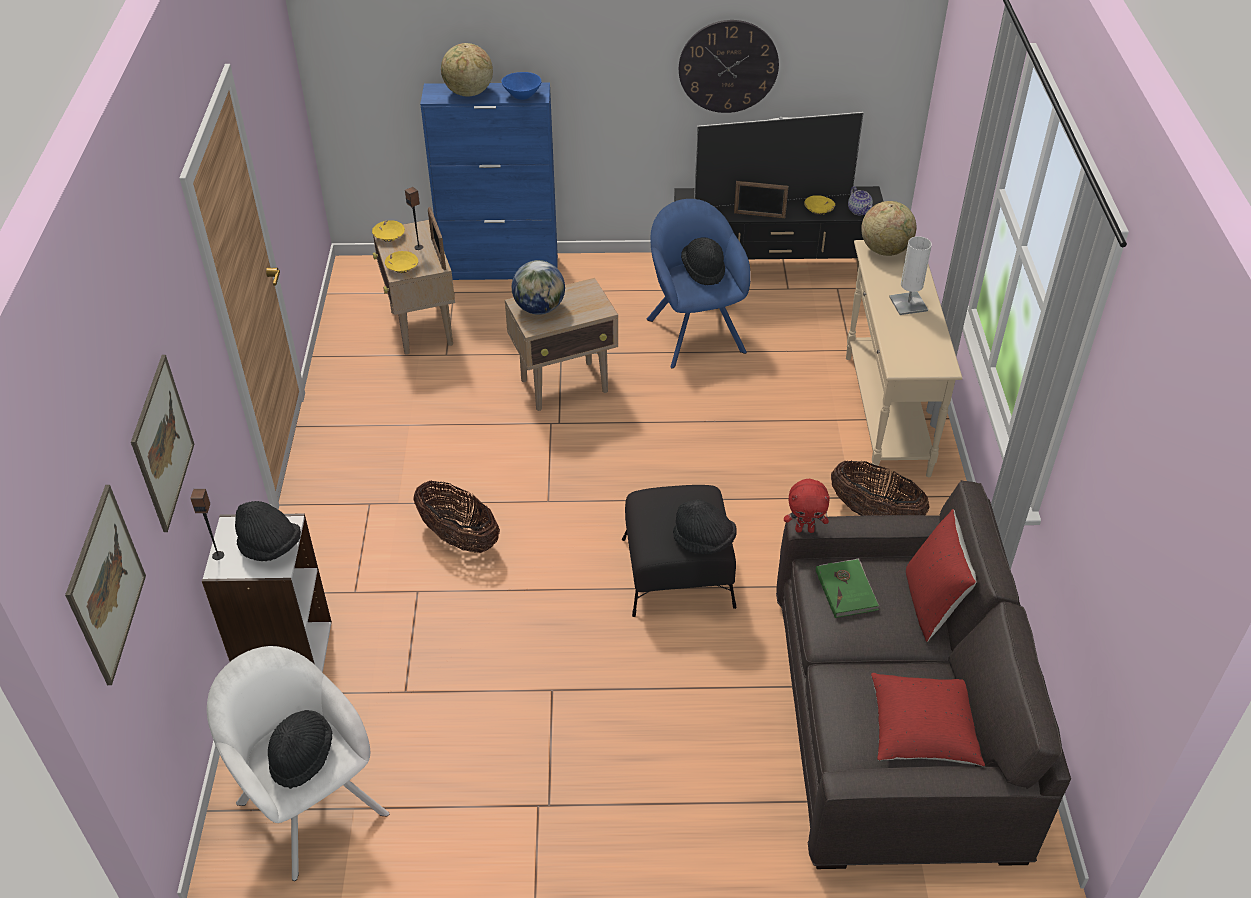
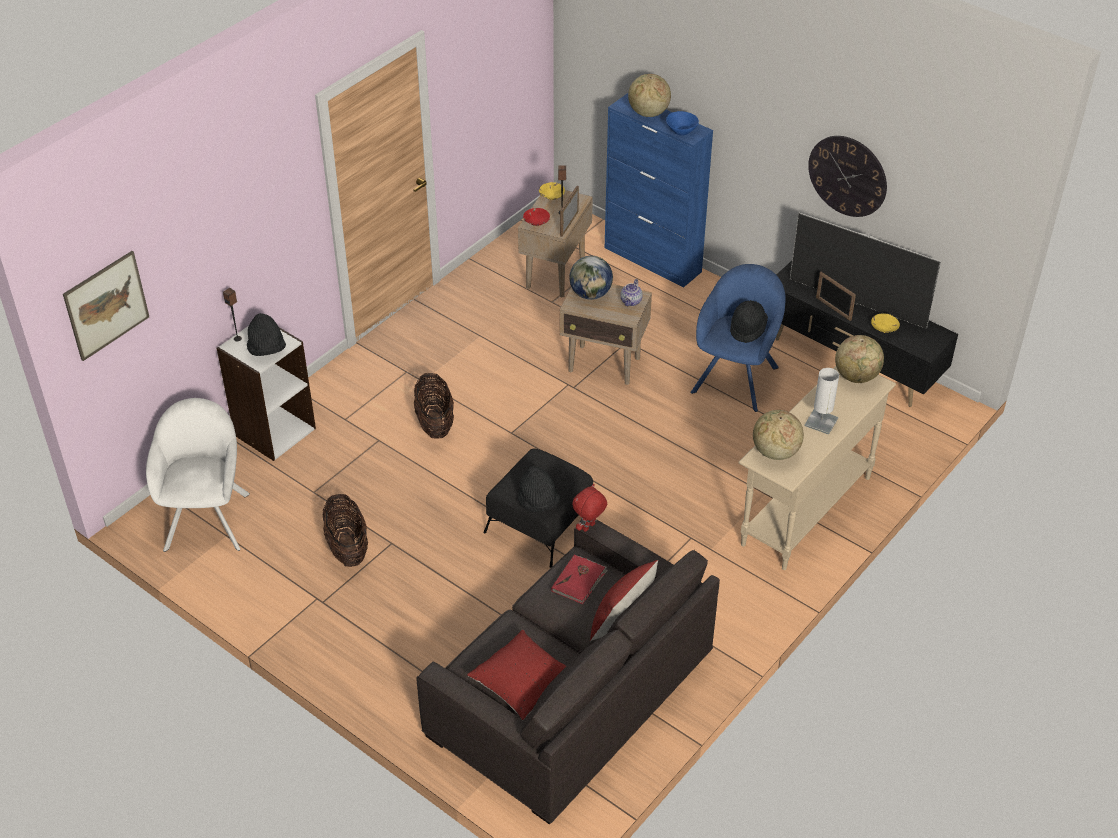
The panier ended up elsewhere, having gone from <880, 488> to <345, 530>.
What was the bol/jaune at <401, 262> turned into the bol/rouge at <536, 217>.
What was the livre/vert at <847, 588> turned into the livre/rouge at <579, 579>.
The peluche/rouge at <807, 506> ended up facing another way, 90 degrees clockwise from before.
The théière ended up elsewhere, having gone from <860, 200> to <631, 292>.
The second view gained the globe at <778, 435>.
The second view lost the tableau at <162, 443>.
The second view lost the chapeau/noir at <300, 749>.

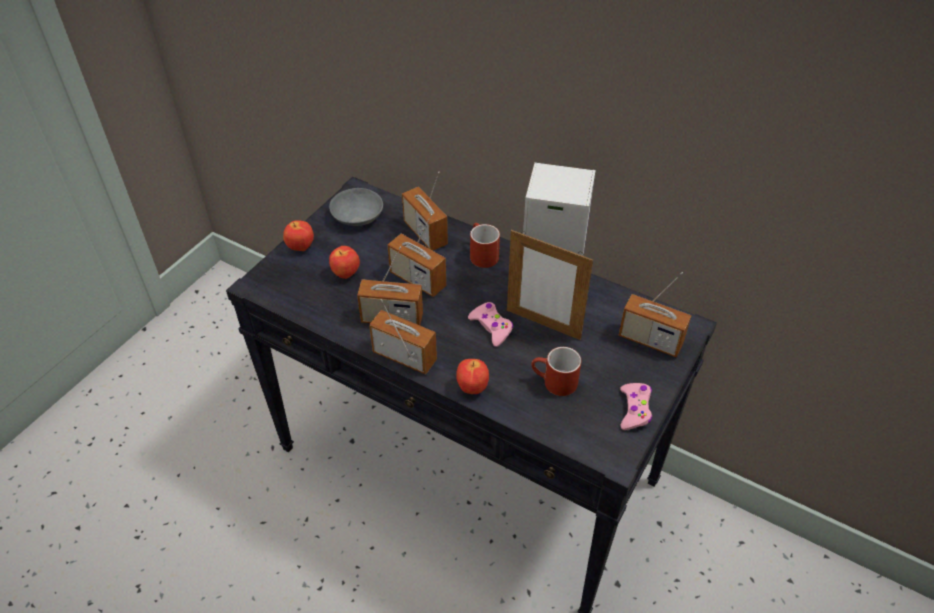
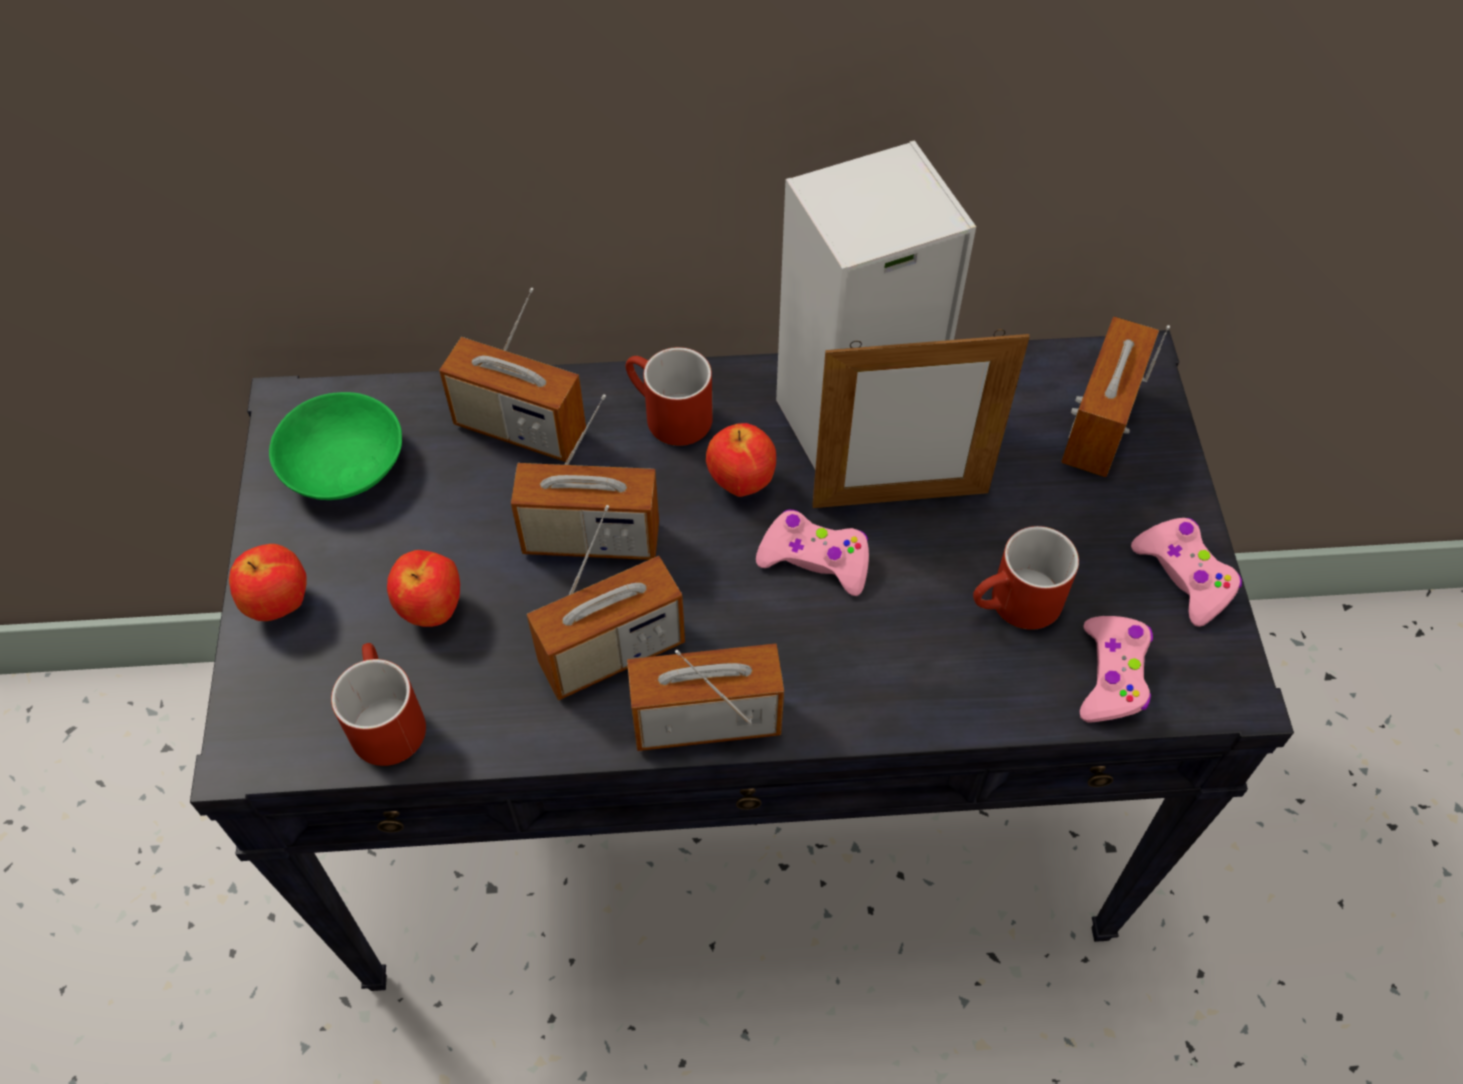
What was the bol/gris at <356, 207> turned into the bol/vert at <335, 446>.
The second view gained the mug/rouge at <378, 704>.
The pomme ended up elsewhere, having gone from <472, 376> to <741, 460>.
The radio at <655, 315> ended up facing another way, 120 degrees clockwise from before.
The second view gained the manette/rose at <1116, 669>.

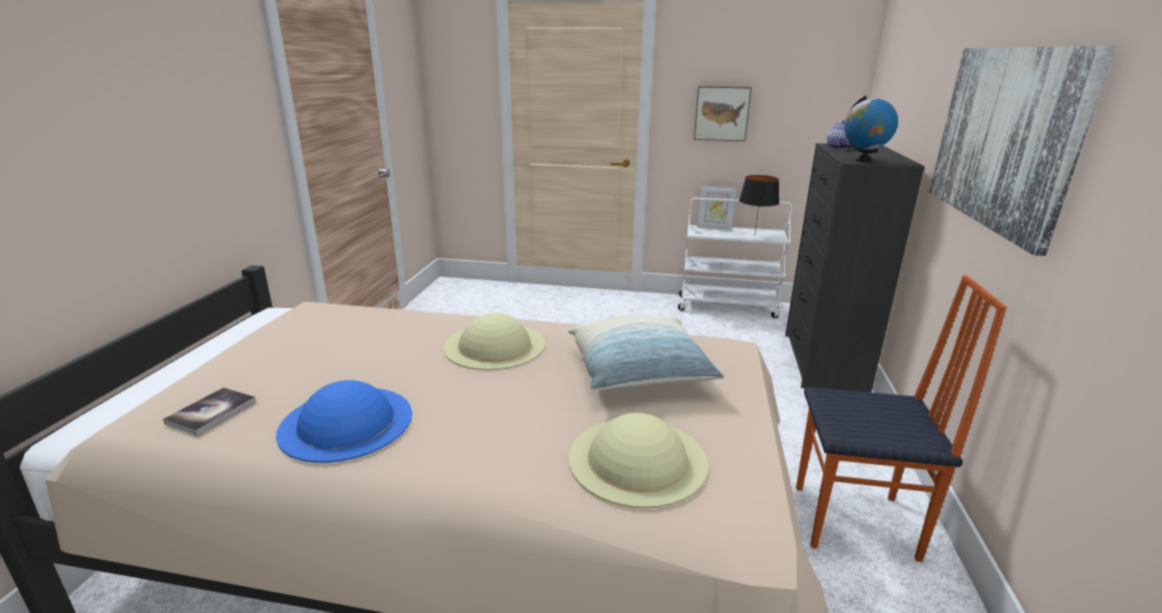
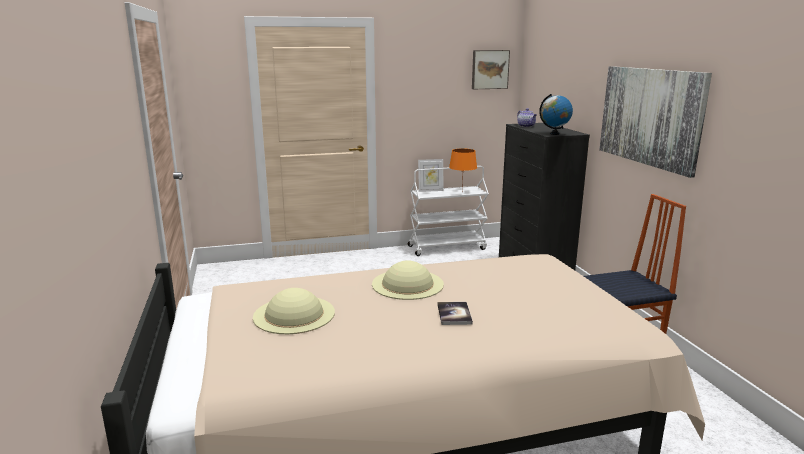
The chapeau/beige ended up elsewhere, having gone from <638, 460> to <294, 311>.
The livre ended up elsewhere, having gone from <209, 411> to <455, 313>.
What was the lampe de table/noir at <759, 203> turned into the lampe de table/orange at <463, 170>.
The tableau ended up elsewhere, having gone from <723, 113> to <491, 69>.
The second view lost the chapeau/bleu at <344, 421>.
The second view lost the coussin at <646, 352>.

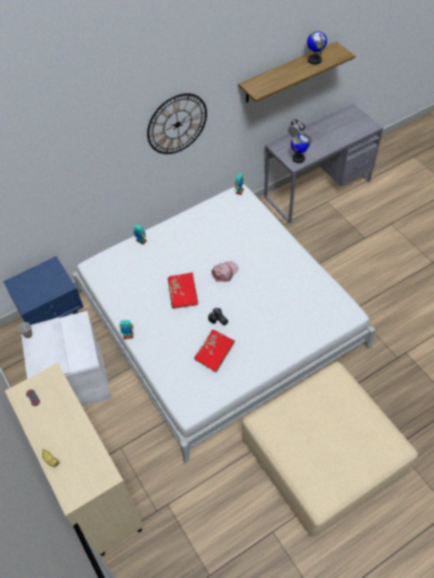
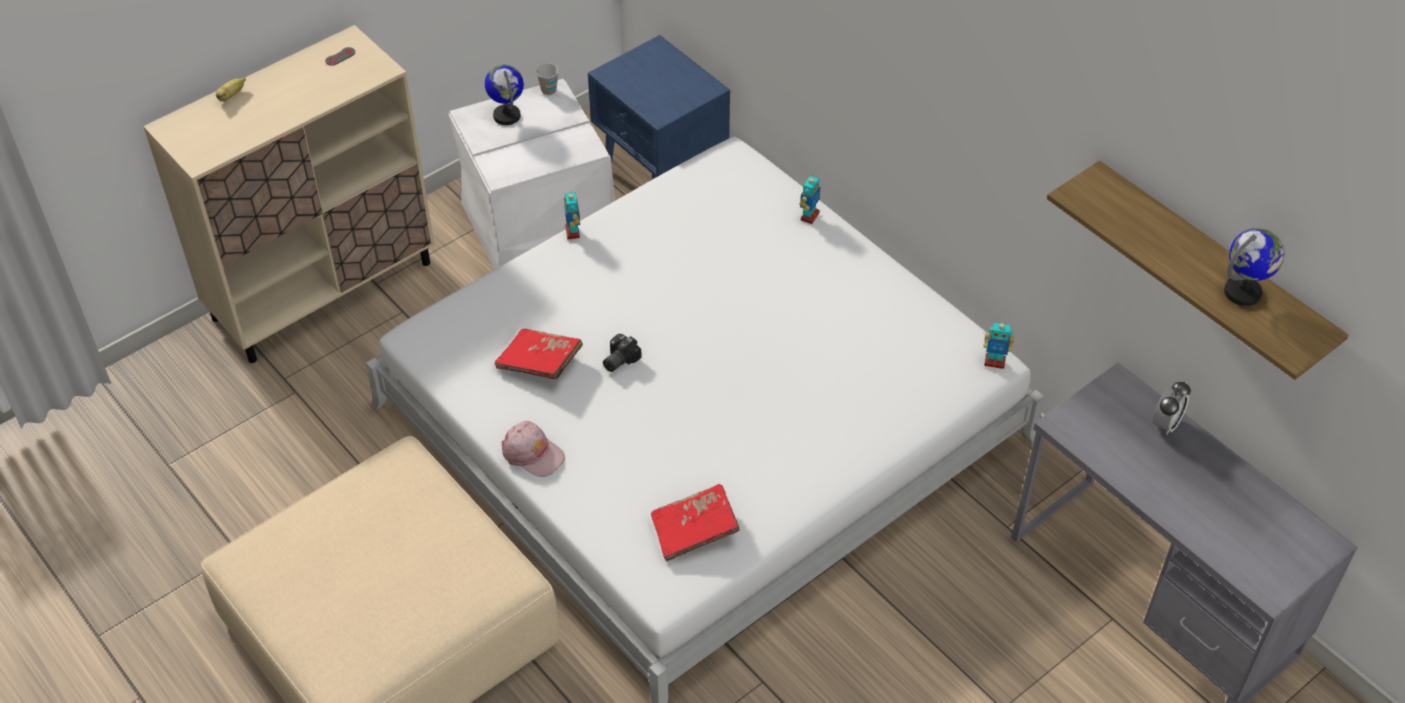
The globe ended up elsewhere, having gone from <301, 148> to <504, 95>.
The casquette/rose ended up elsewhere, having gone from <225, 271> to <533, 449>.
The livre/rouge ended up elsewhere, having gone from <183, 290> to <695, 522>.
The second view lost the horloge murale at <177, 123>.

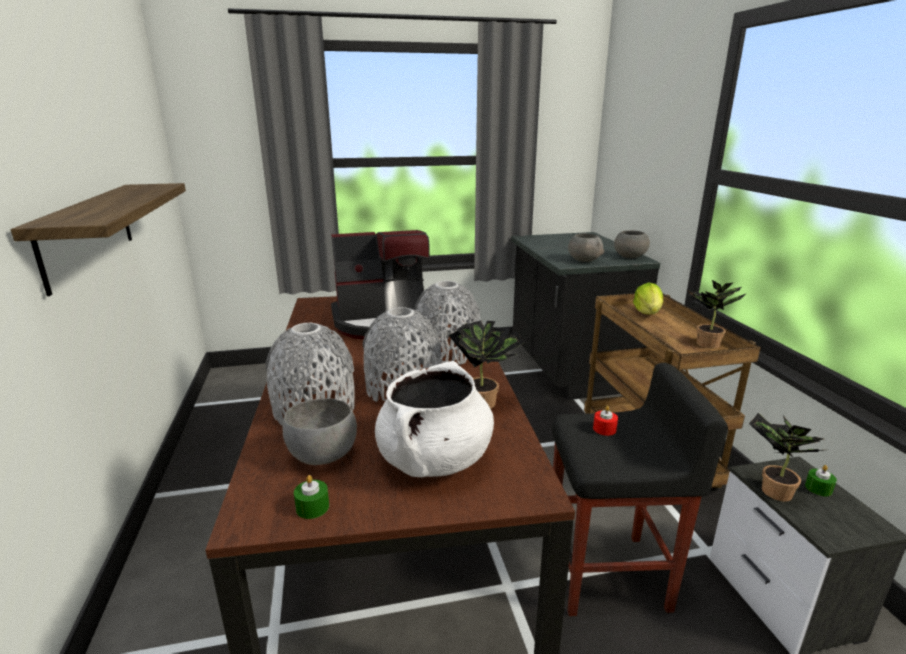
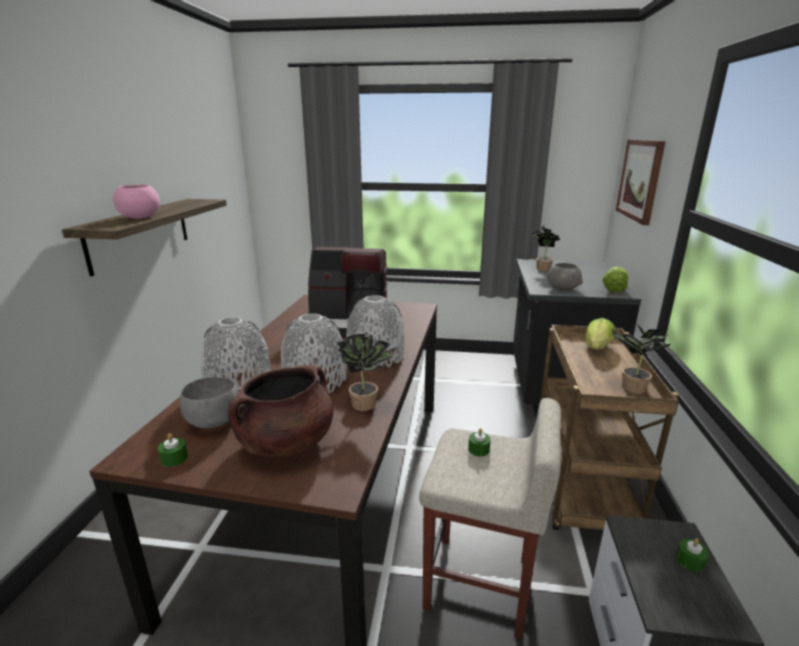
The second view gained the bol/rose at <136, 202>.
What was the marmite/blanc at <434, 419> turned into the marmite/marron at <280, 410>.
What was the tabouret/noir at <640, 489> turned into the tabouret/beige at <490, 518>.
What was the bougie/rouge at <605, 420> turned into the bougie/vert at <479, 442>.
The plante en pot ended up elsewhere, having gone from <786, 457> to <546, 248>.
Where the bol/gris stood at <632, 244>, the laitue came to stand at <615, 279>.
The second view gained the tableau at <641, 182>.

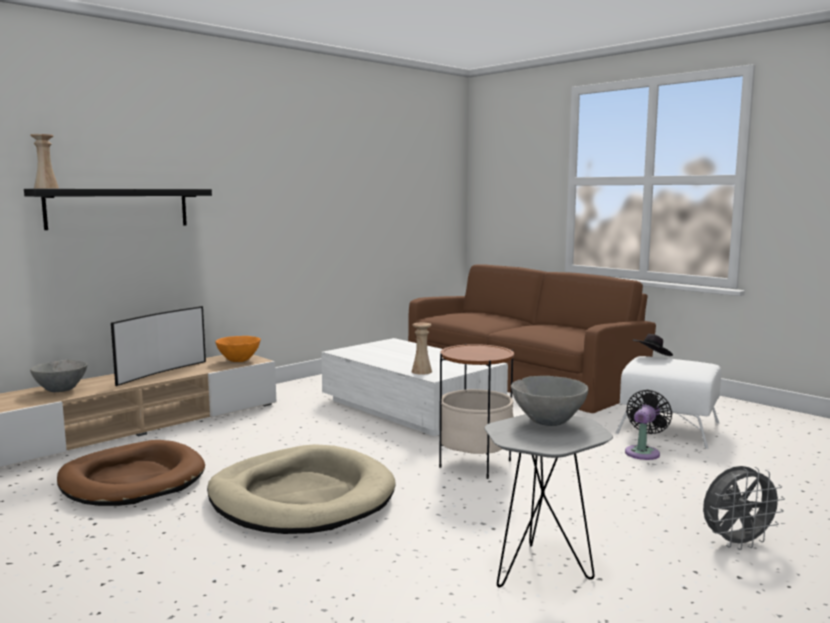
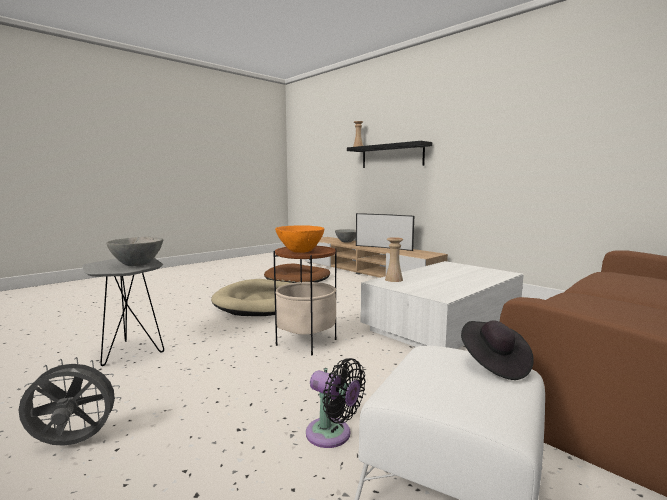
The ventilateur/gris at <744, 508> ended up facing another way, 90 degrees clockwise from before.
The bol/orange ended up elsewhere, having gone from <238, 349> to <299, 239>.

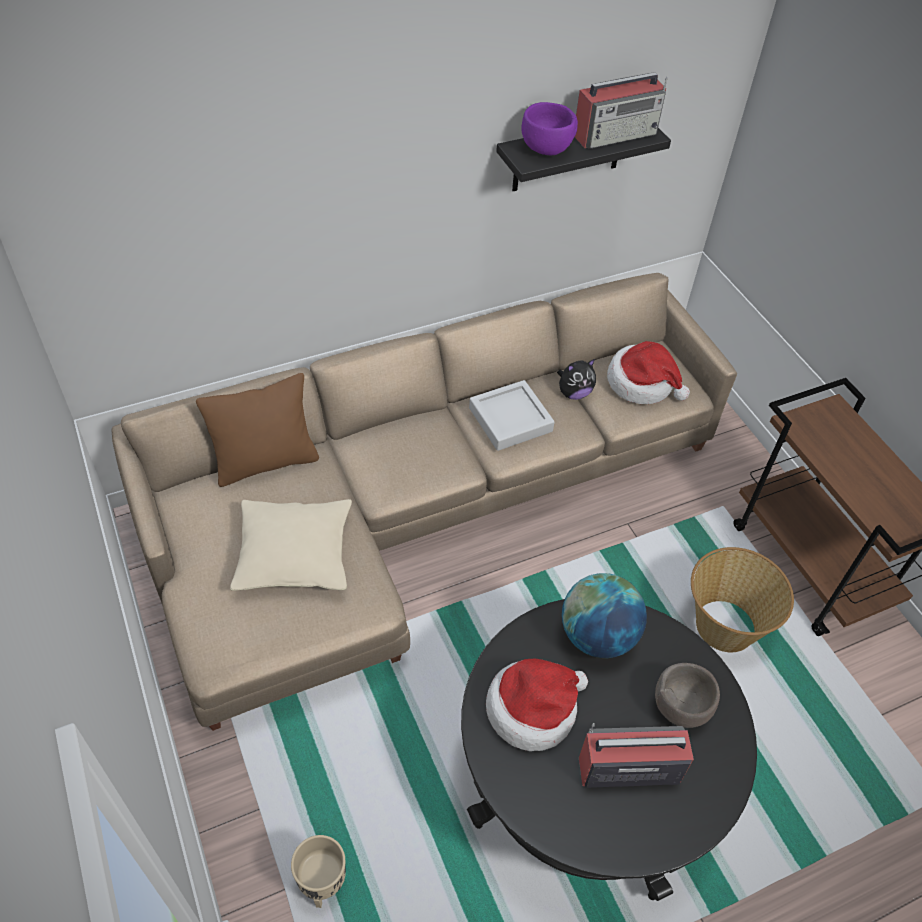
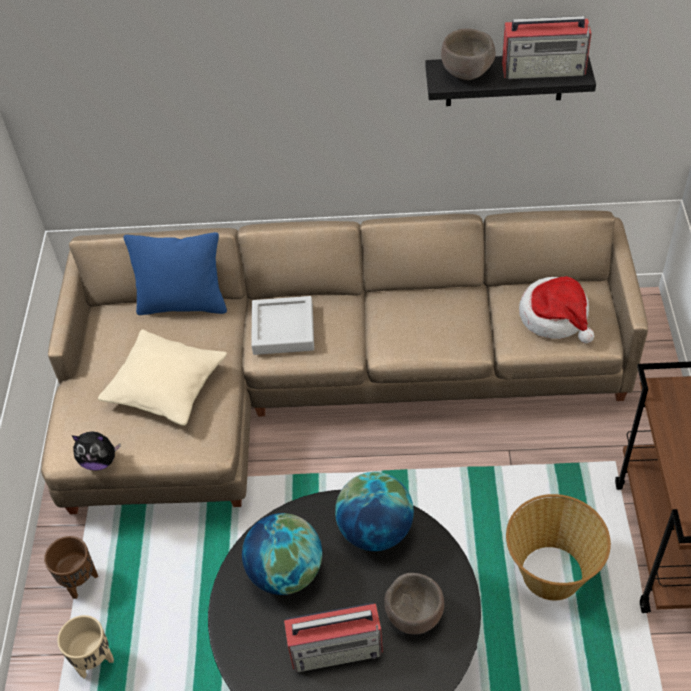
The second view gained the cache-pot/marron at <71, 567>.
The peluche ended up elsewhere, having gone from <576, 379> to <96, 451>.
What was the coussin/marron at <257, 430> turned into the coussin/bleu at <175, 273>.
Where the chapeau stood at <537, 704>, the globe came to stand at <282, 554>.
The plateau/gris ended up elsewhere, having gone from <511, 415> to <282, 325>.
The radio at <636, 755> ended up facing another way, 150 degrees clockwise from before.
What was the bol/violet at <549, 128> turned into the bol/marron at <468, 54>.

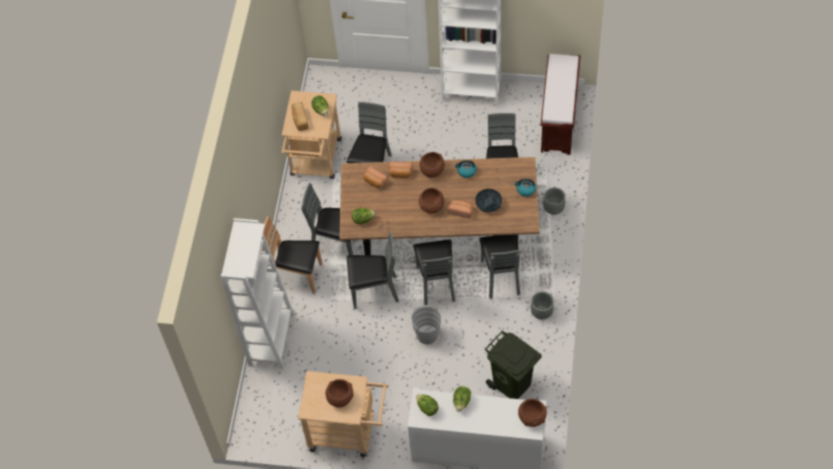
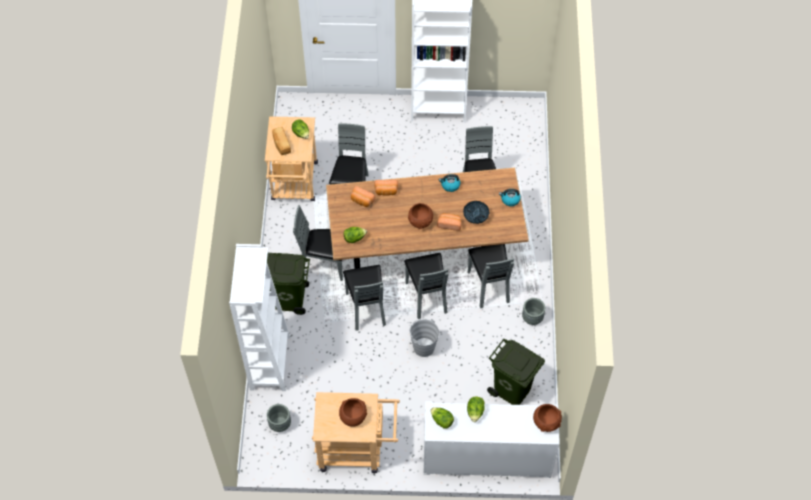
Where the chaise/marron stood at <292, 255>, the poubelle/vert came to stand at <288, 284>.
The cache-pot/gris ended up elsewhere, having gone from <554, 201> to <279, 418>.
The chaise/gris at <373, 270> ended up facing another way, 90 degrees clockwise from before.
The second view lost the bol/marron at <432, 165>.
The second view lost the banc/marron at <560, 104>.

